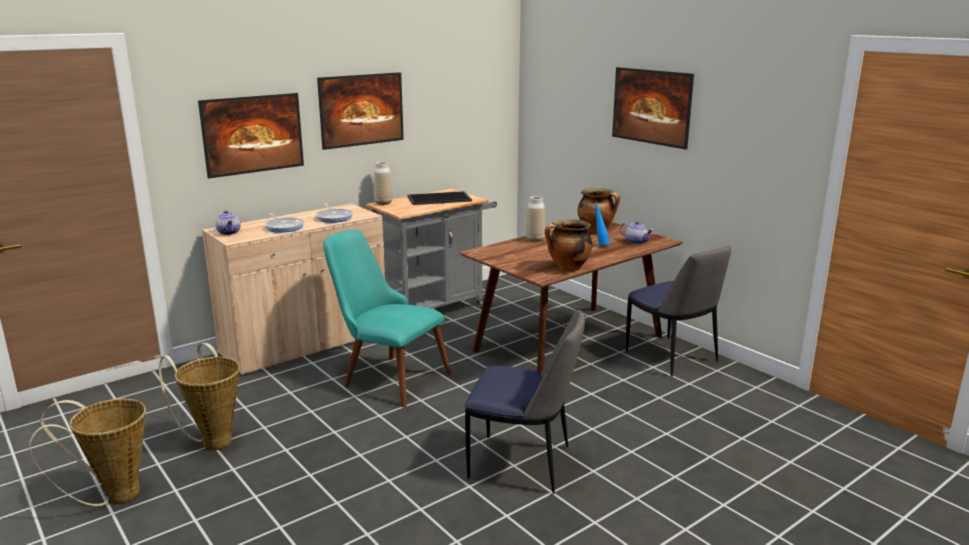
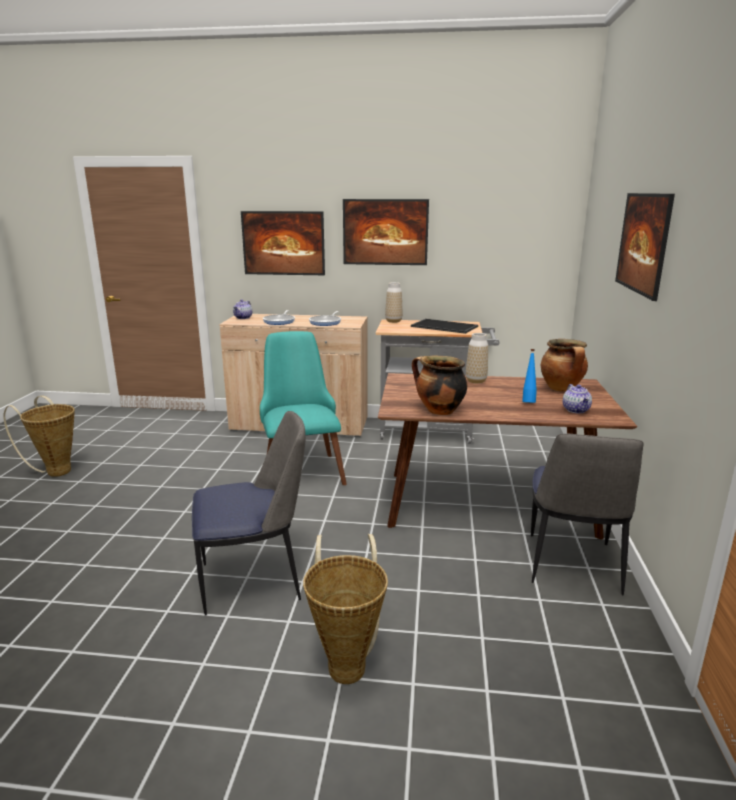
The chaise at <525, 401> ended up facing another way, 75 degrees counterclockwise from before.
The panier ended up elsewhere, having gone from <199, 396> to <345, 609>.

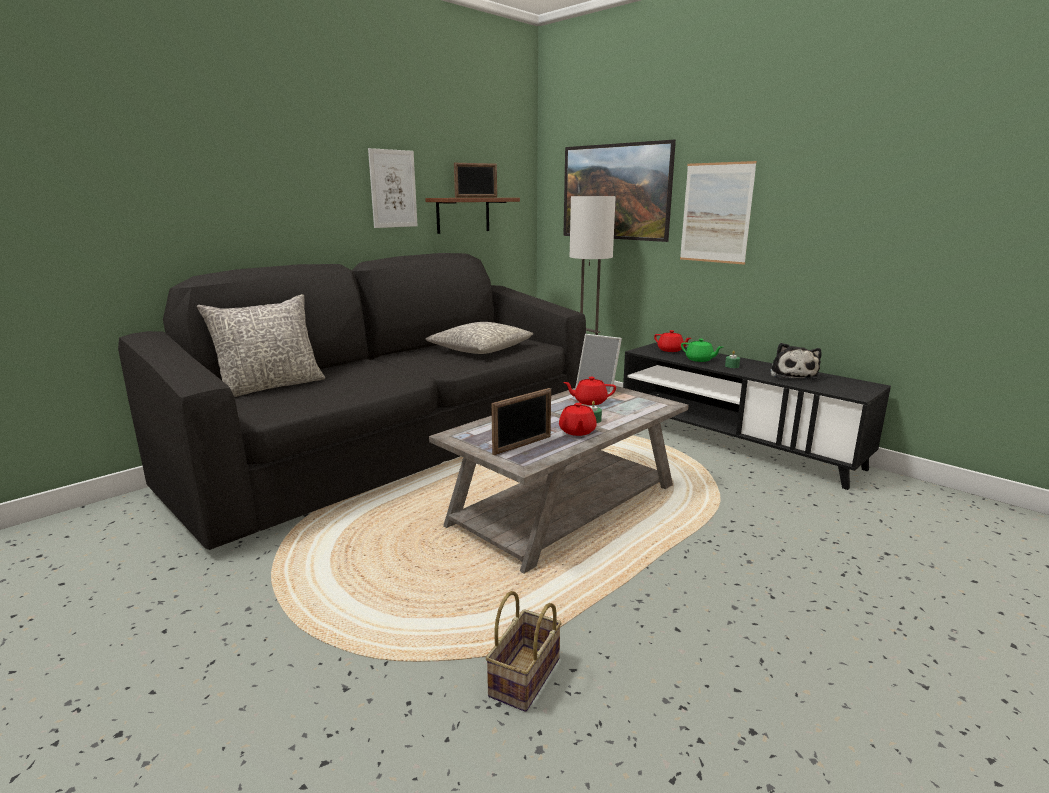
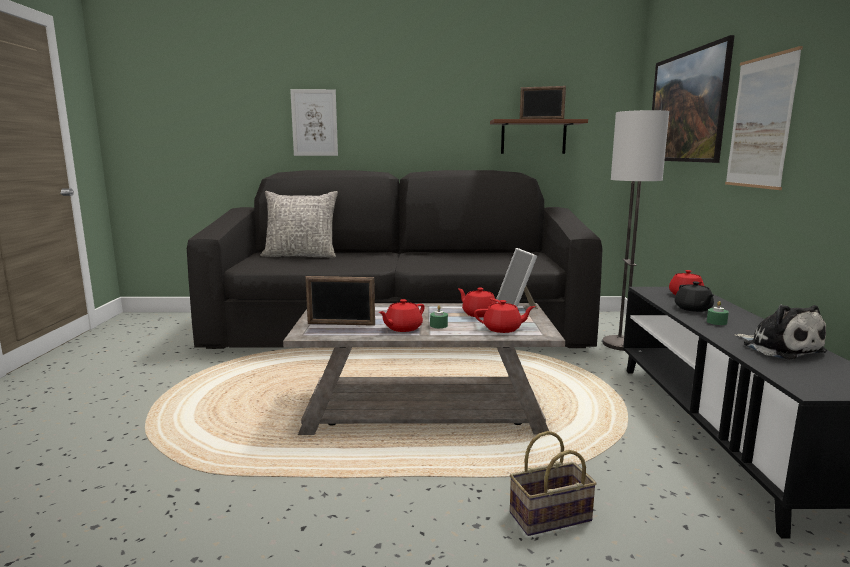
The tableau ended up elsewhere, having gone from <393, 188> to <314, 122>.
The second view gained the théière/rouge at <505, 316>.
The panier ended up elsewhere, having gone from <524, 651> to <553, 483>.
What was the théière/vert at <701, 350> turned into the théière/noir at <694, 296>.
The peluche at <796, 361> ended up facing another way, 75 degrees counterclockwise from before.
The second view lost the coussin/gris at <479, 338>.

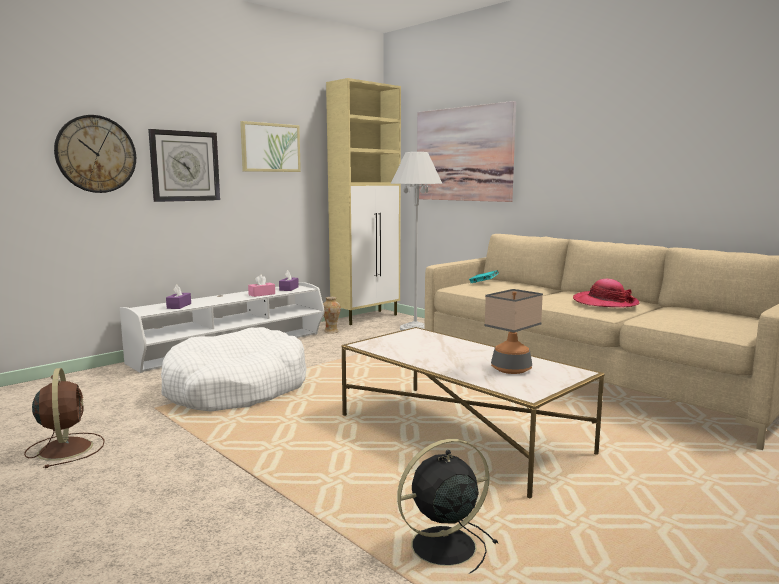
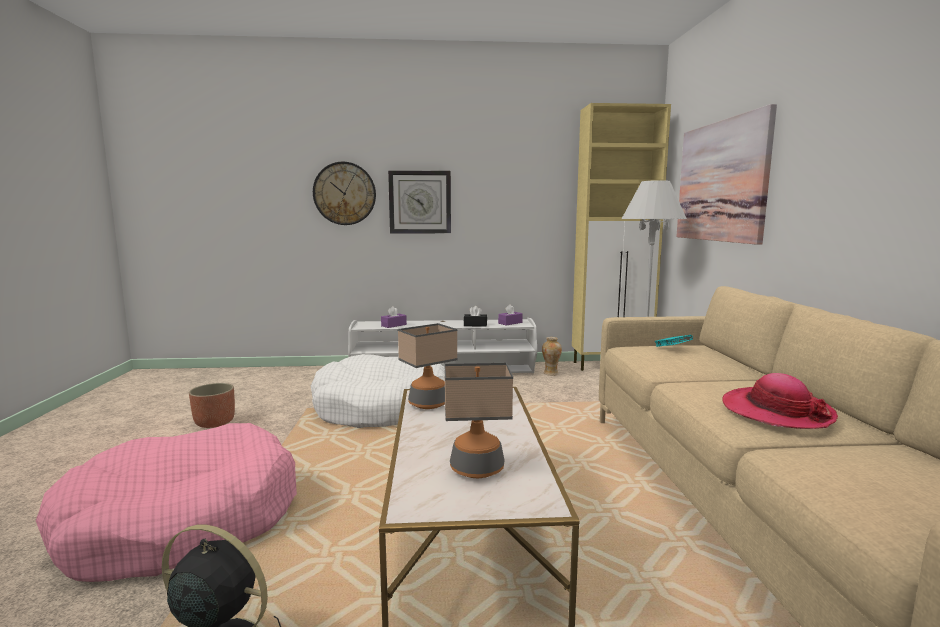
The second view gained the panier pour chien/rose at <166, 502>.
Where the ventilateur/marron stood at <64, 418>, the cache-pot came to stand at <212, 405>.
The second view gained the lampe de table at <428, 366>.
What was the boîte à mouchoirs/rose at <261, 286> turned into the boîte à mouchoirs/noir at <475, 316>.
The second view lost the tableau at <270, 146>.

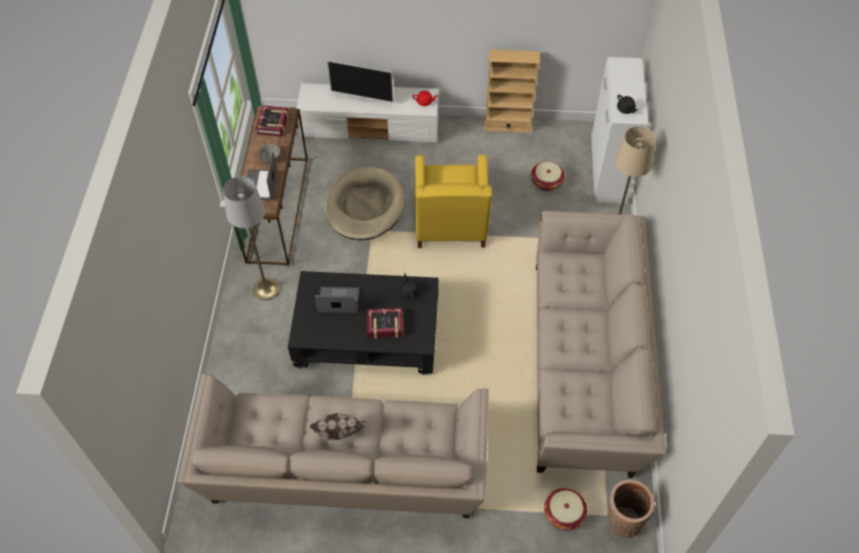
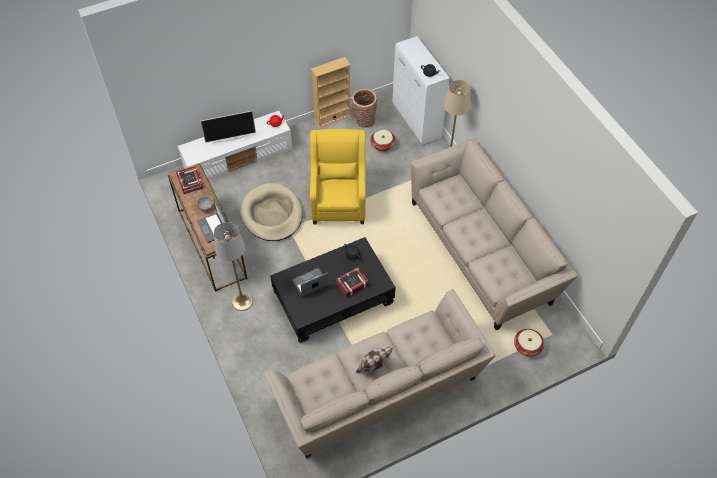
The fauteuil/jaune at <453, 201> ended up facing another way, 150 degrees counterclockwise from before.
The panier ended up elsewhere, having gone from <631, 509> to <364, 108>.

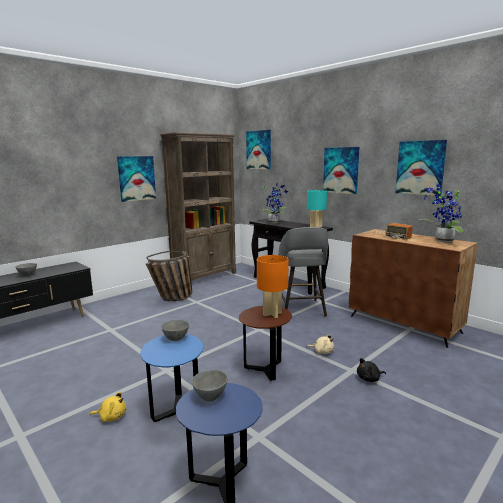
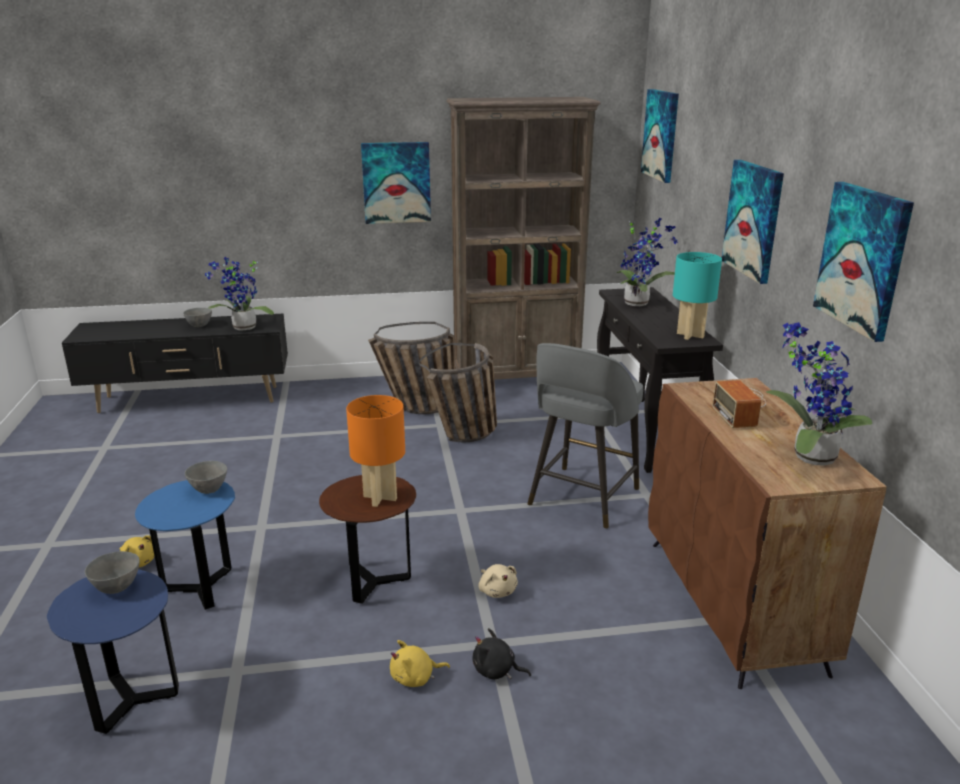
The second view gained the plante en pot at <239, 294>.
The second view gained the peluche/jaune at <420, 663>.
The second view gained the panier at <458, 392>.

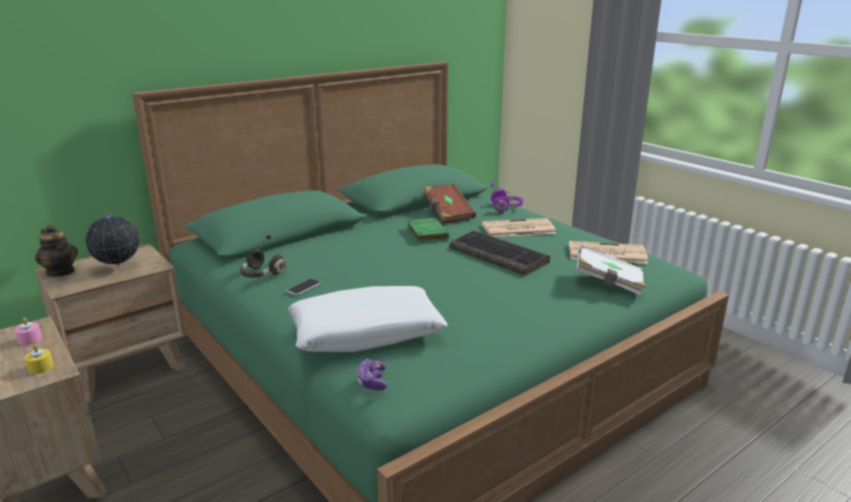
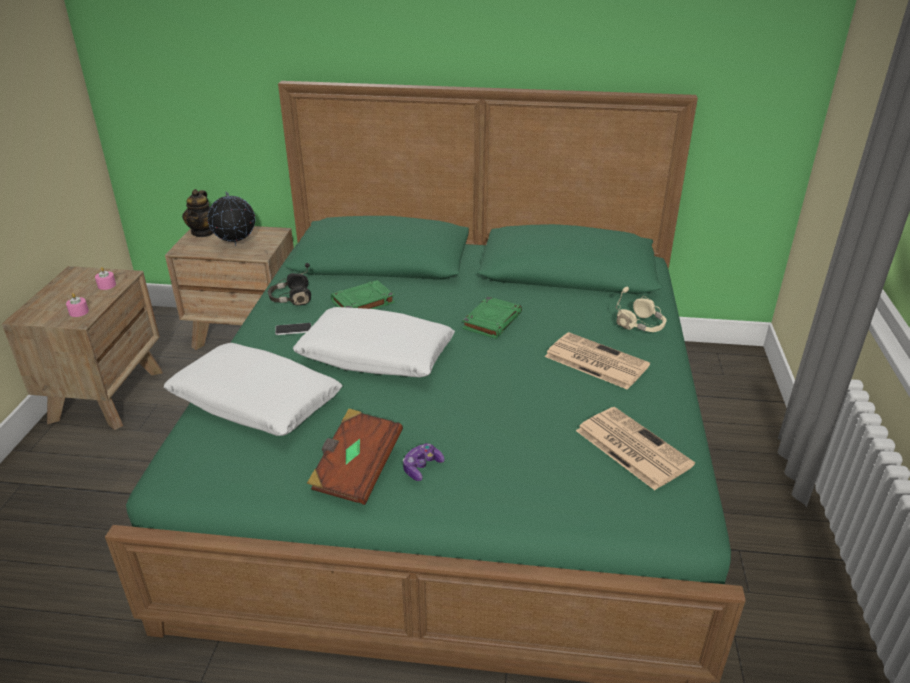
What was the bougie/jaune at <39, 359> turned into the bougie/rose at <77, 305>.
The second view gained the coussin/blanc at <374, 342>.
The livre/marron ended up elsewhere, having gone from <450, 204> to <355, 457>.
The second view gained the livre/vert at <363, 294>.
The manette ended up elsewhere, having gone from <372, 375> to <424, 462>.
What was the casque audio/violet at <507, 196> turned into the casque audio/beige at <641, 309>.
The second view lost the clavier at <499, 253>.
The second view lost the livre/blanc at <610, 270>.

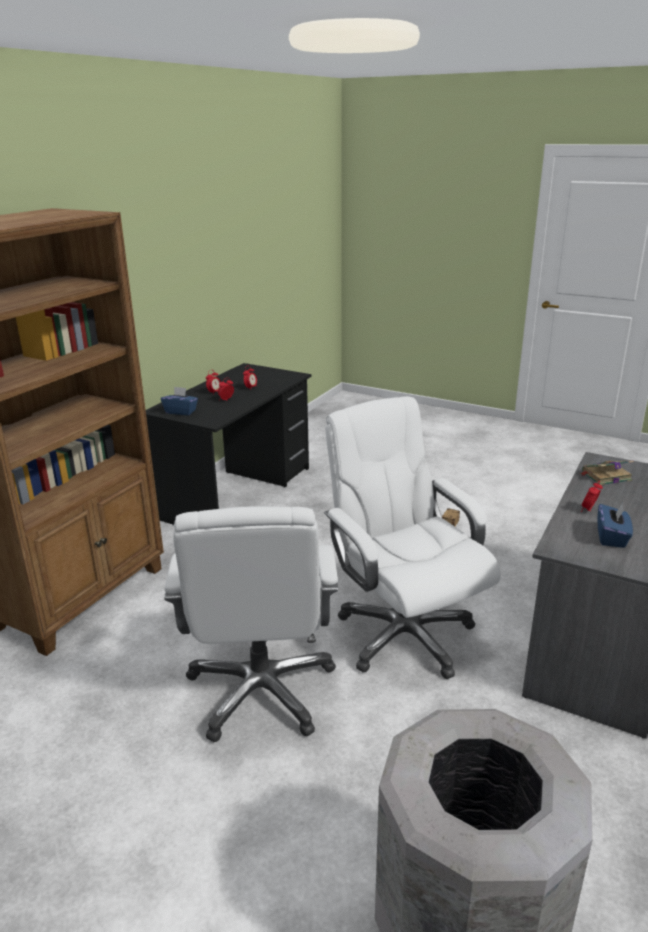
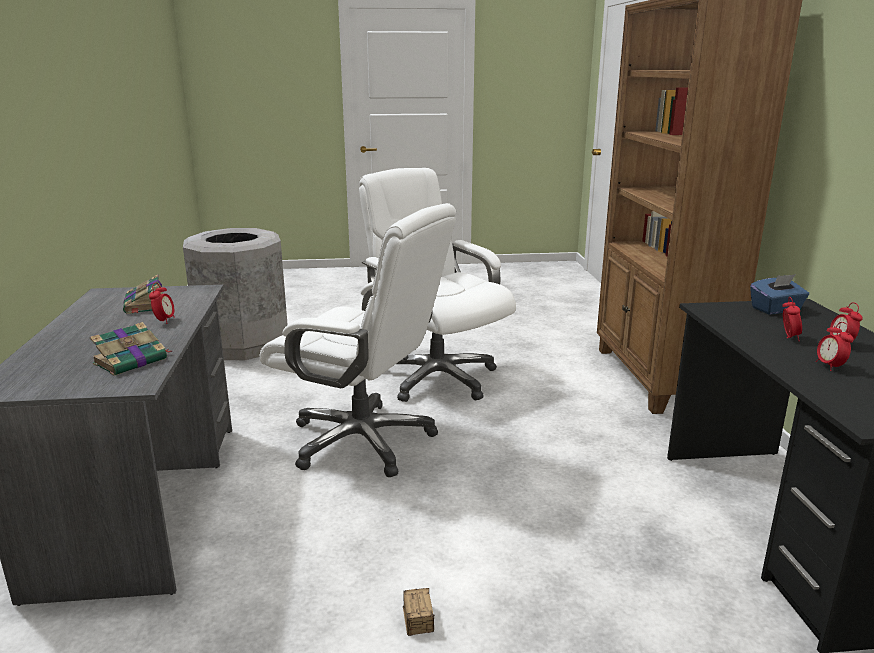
Where the boîte à mouchoirs/bleu stood at <615, 525>, the livre came to stand at <143, 294>.

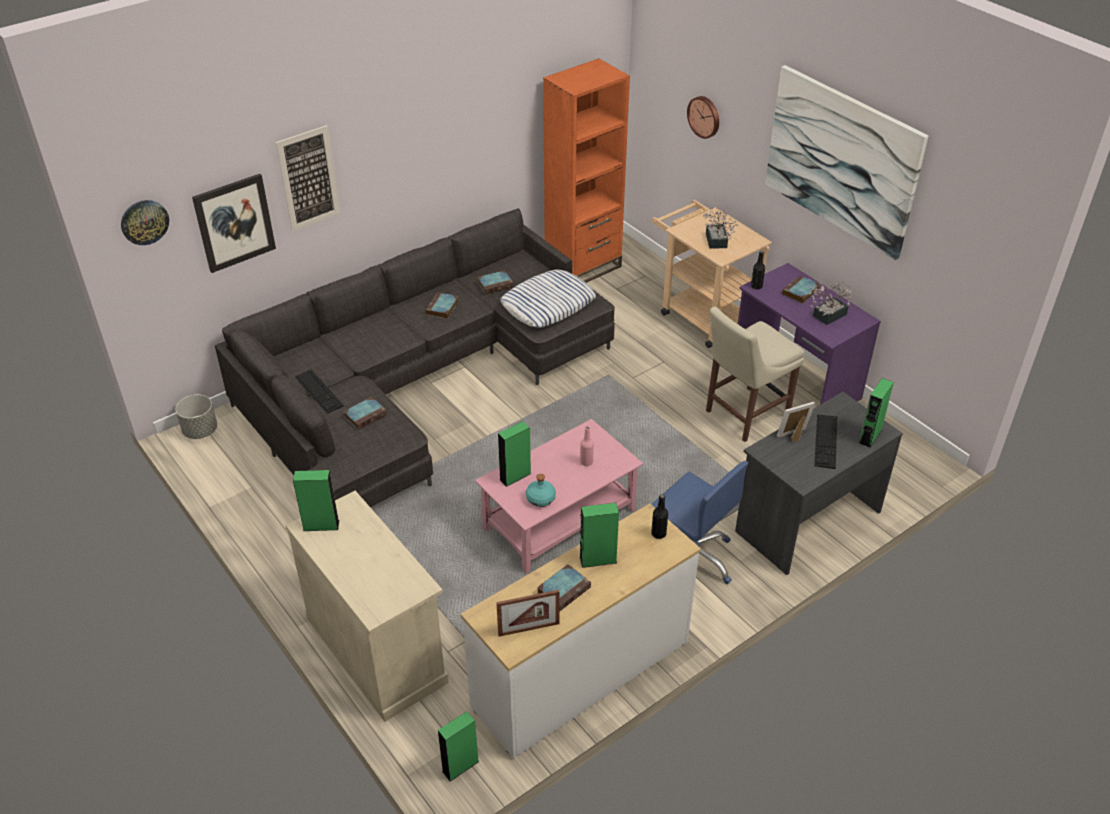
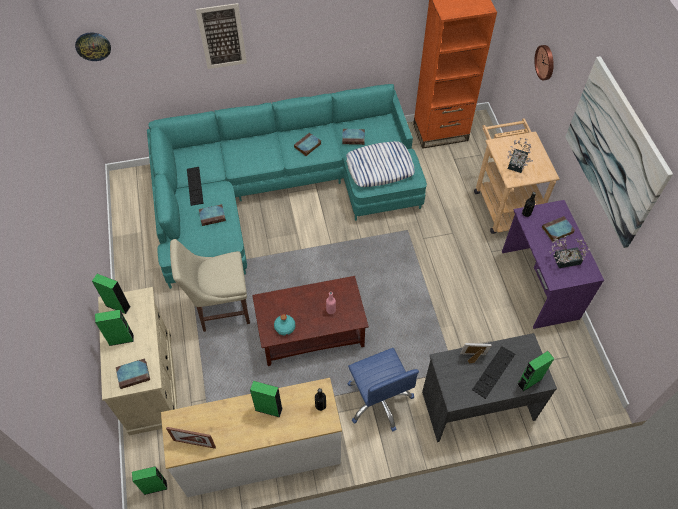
The enceinte/vert ended up elsewhere, having gone from <514, 454> to <114, 328>.
The livre ended up elsewhere, having gone from <564, 587> to <133, 373>.
What was the canapé/gris at <415, 357> turned into the canapé/turquoise at <287, 186>.
The chaise/beige ended up elsewhere, having gone from <755, 374> to <210, 285>.
What was the table basse/rose at <559, 496> turned into the table basse/marron at <310, 321>.
The second view lost the cache-pot/gris at <196, 417>.
The second view lost the tableau at <234, 223>.

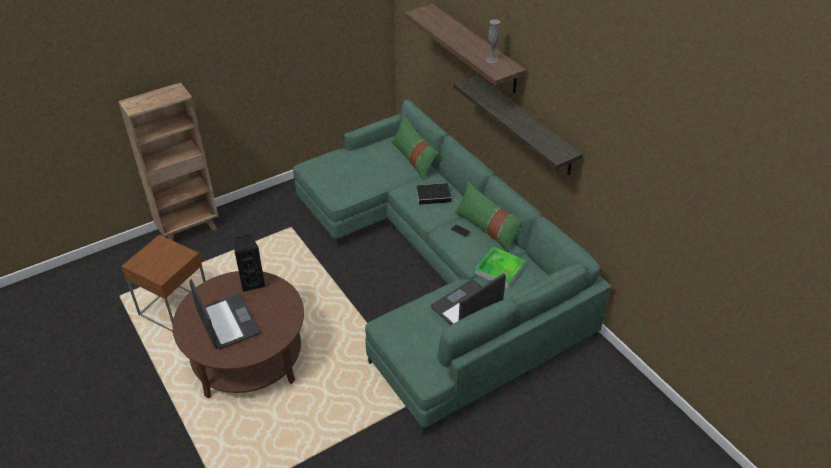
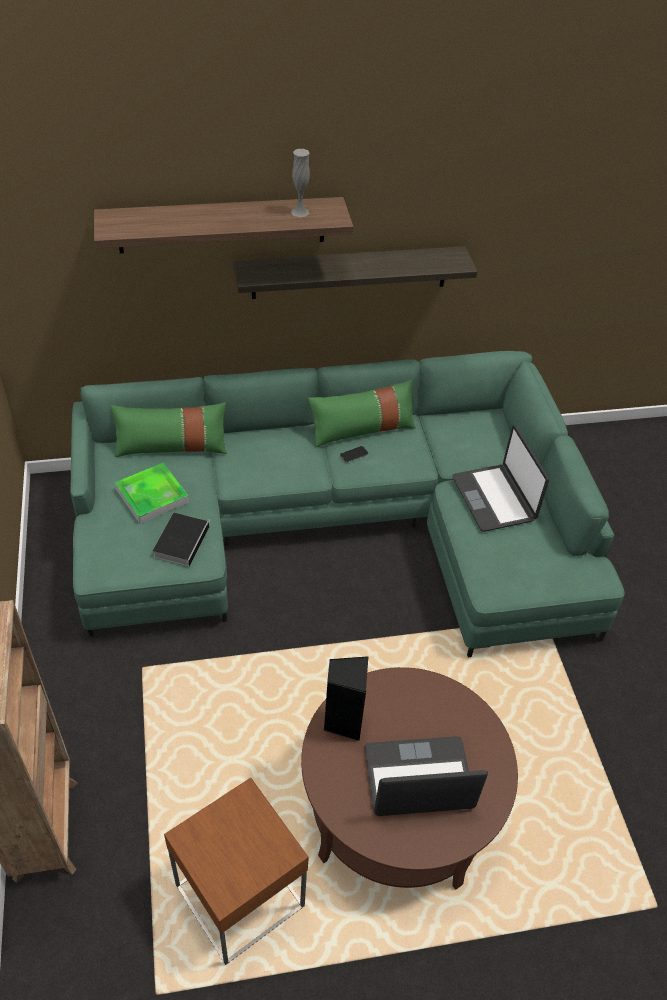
The plateau ended up elsewhere, having gone from <500, 268> to <152, 493>.
The livre ended up elsewhere, having gone from <436, 194> to <181, 540>.

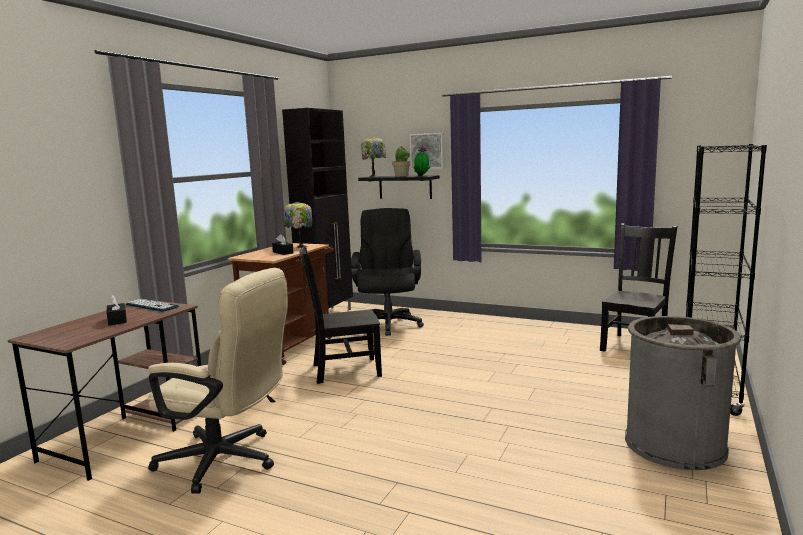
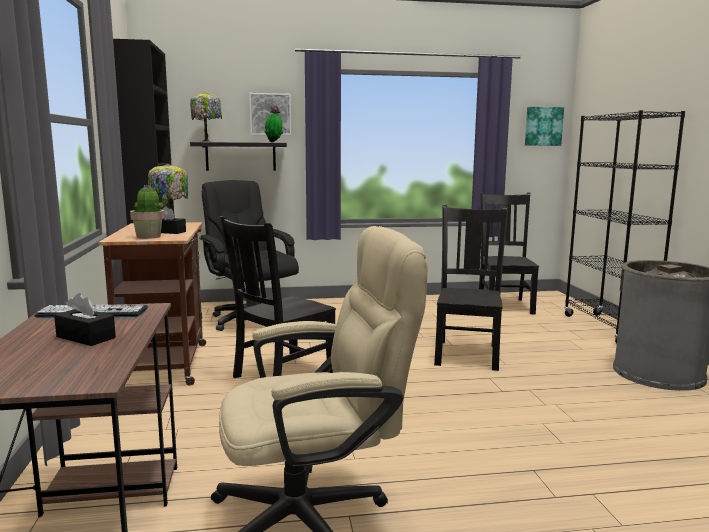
The plante en pot ended up elsewhere, having gone from <401, 161> to <148, 212>.
The second view gained the chaise/noir at <471, 288>.
The second view gained the tableau at <544, 126>.

